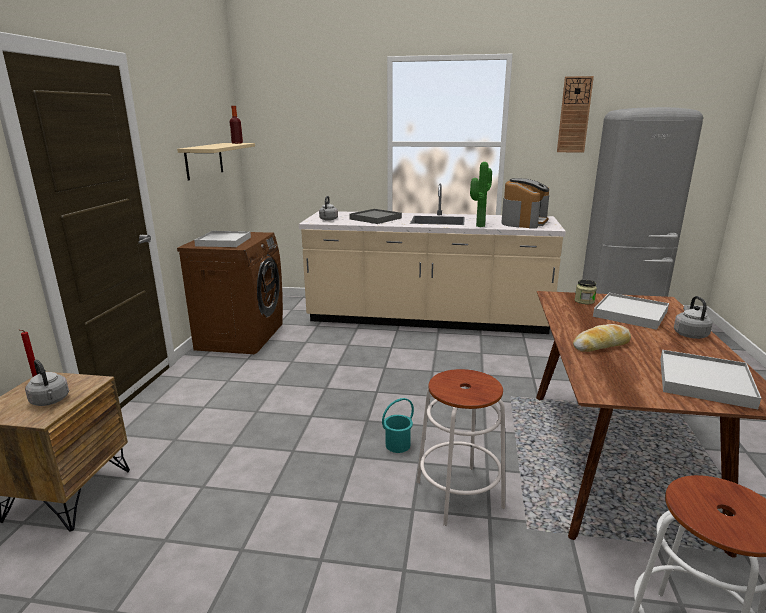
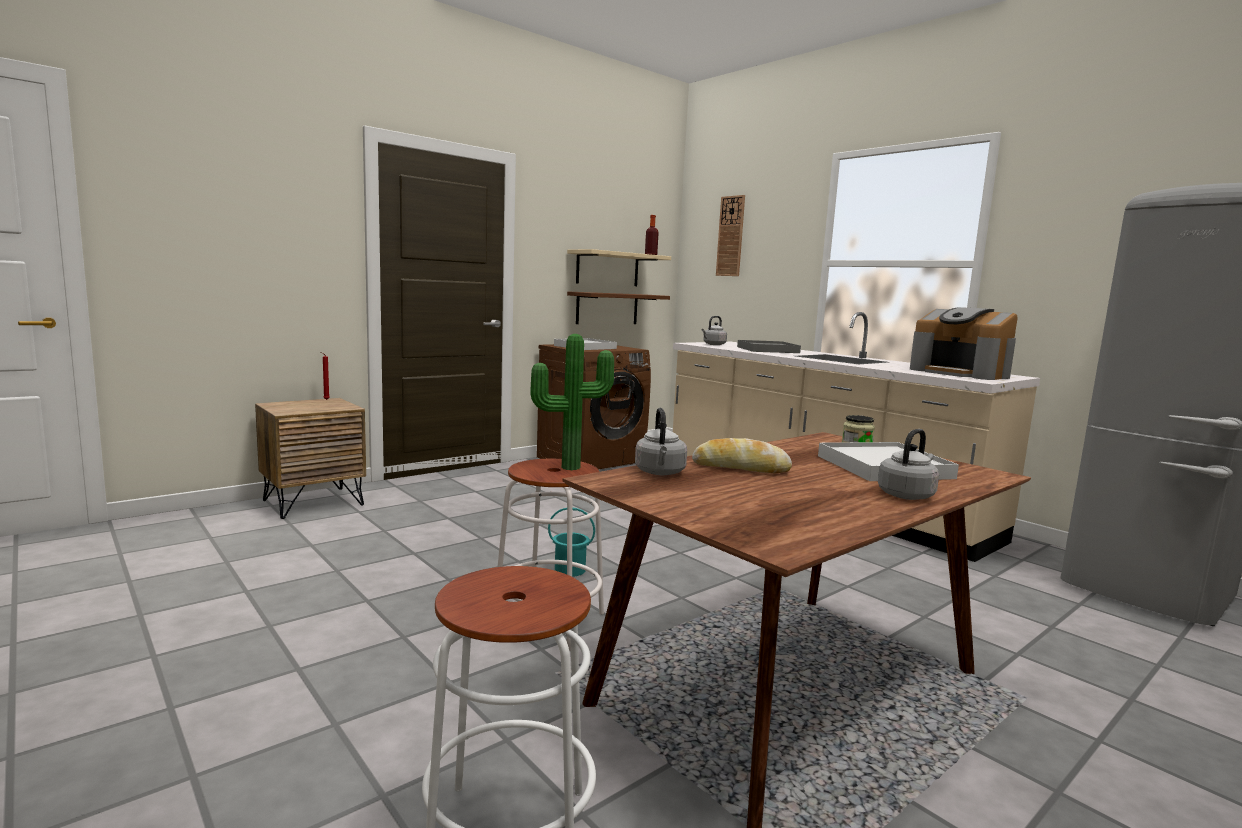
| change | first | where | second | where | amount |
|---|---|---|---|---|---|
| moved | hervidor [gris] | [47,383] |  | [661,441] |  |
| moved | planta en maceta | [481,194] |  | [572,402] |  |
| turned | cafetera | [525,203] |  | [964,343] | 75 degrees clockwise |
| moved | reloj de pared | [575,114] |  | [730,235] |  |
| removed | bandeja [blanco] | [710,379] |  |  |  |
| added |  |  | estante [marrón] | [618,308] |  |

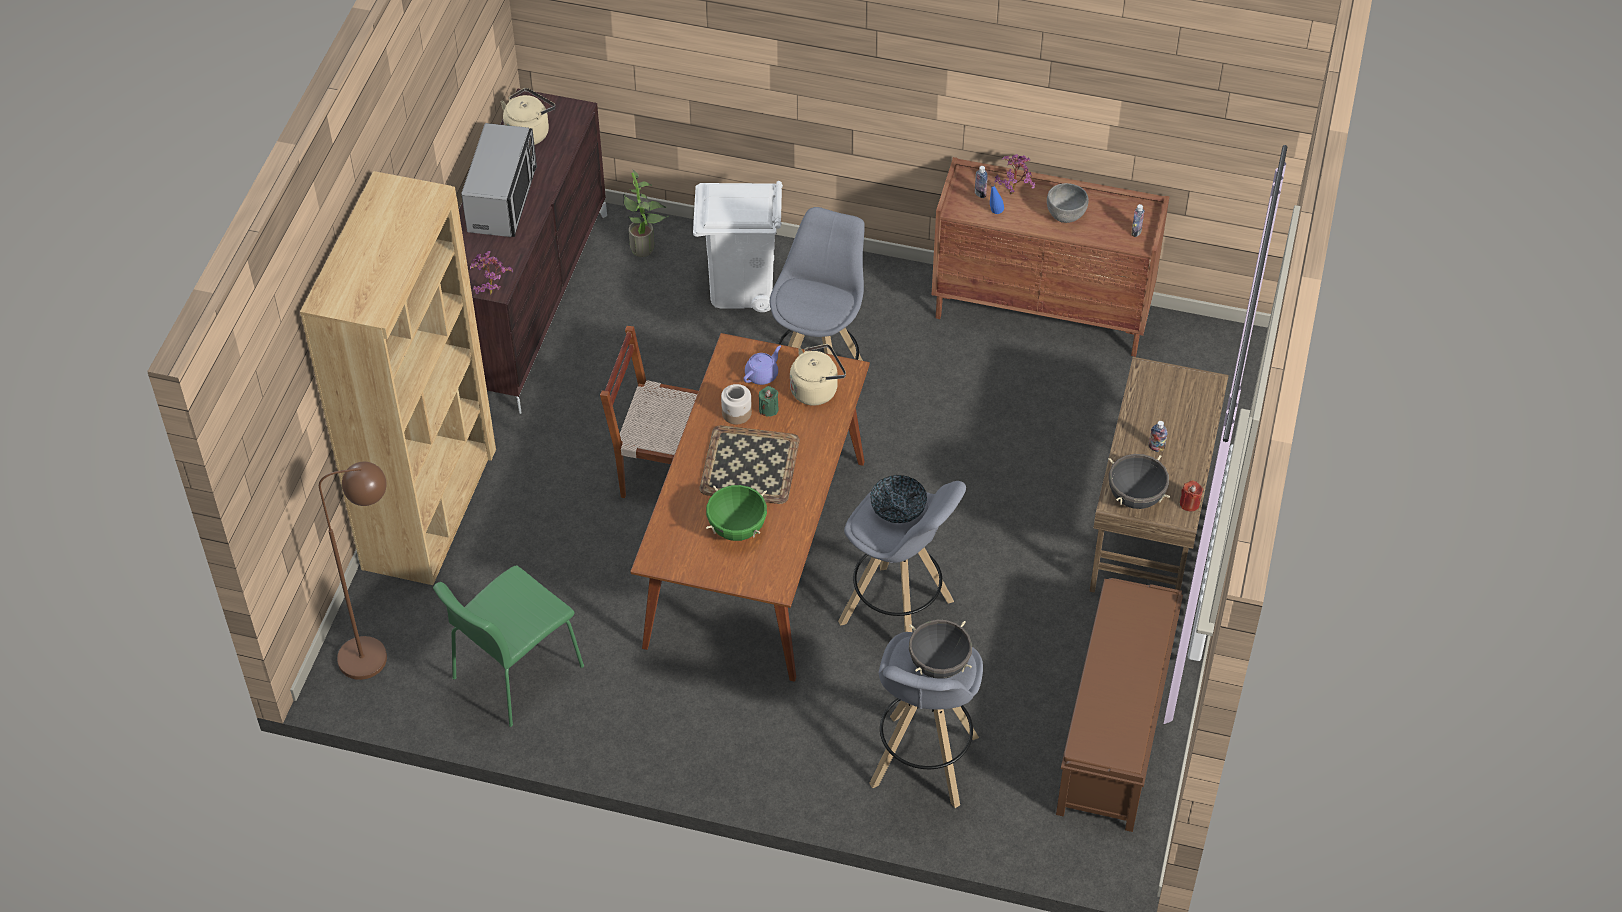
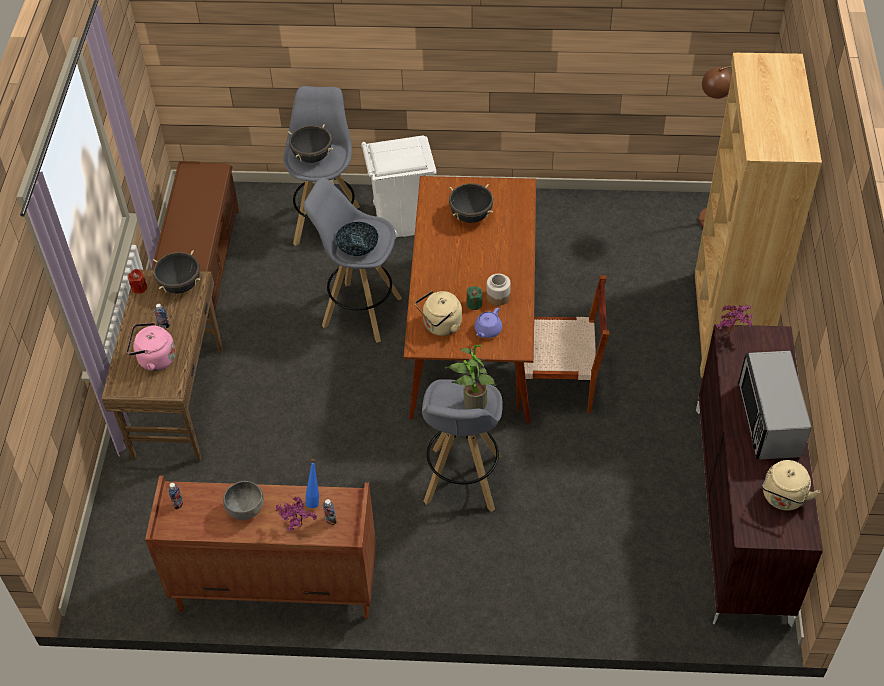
| change | first | where | second | where | amount |
|---|---|---|---|---|---|
| removed | silla [verde] | [508,646] |  |  |  |
| moved | planta en maceta | [646,213] |  | [470,377] |  |
| moved | papelera [blanco] | [738,246] |  | [398,187] |  |
| removed | bandeja | [749,464] |  |  |  |
| recoloured | olla [verde] | [736,513] | olla [negro] | [471,203] |  |
| added |  |  | hervidor [rosa] | [151,347] |  |

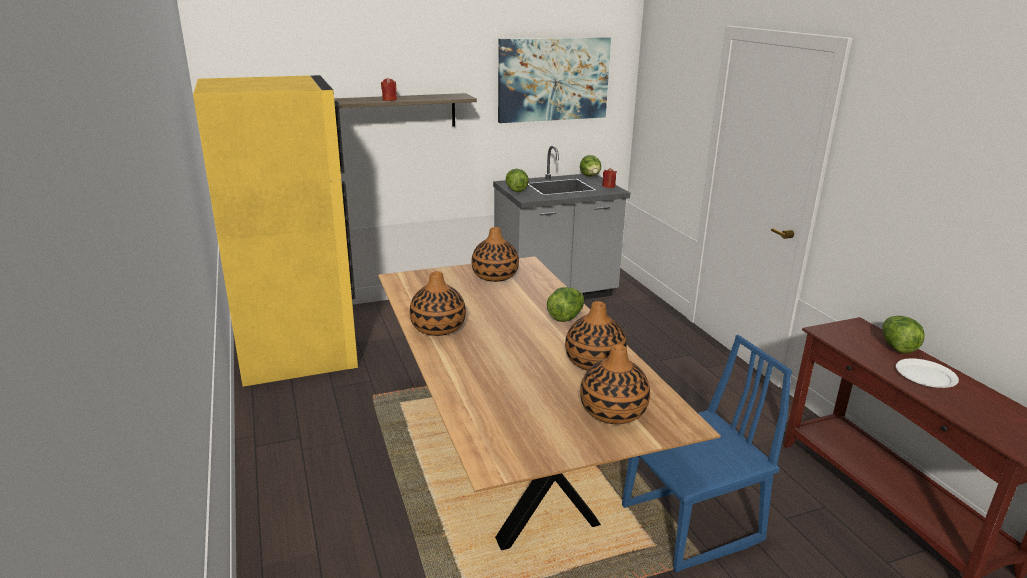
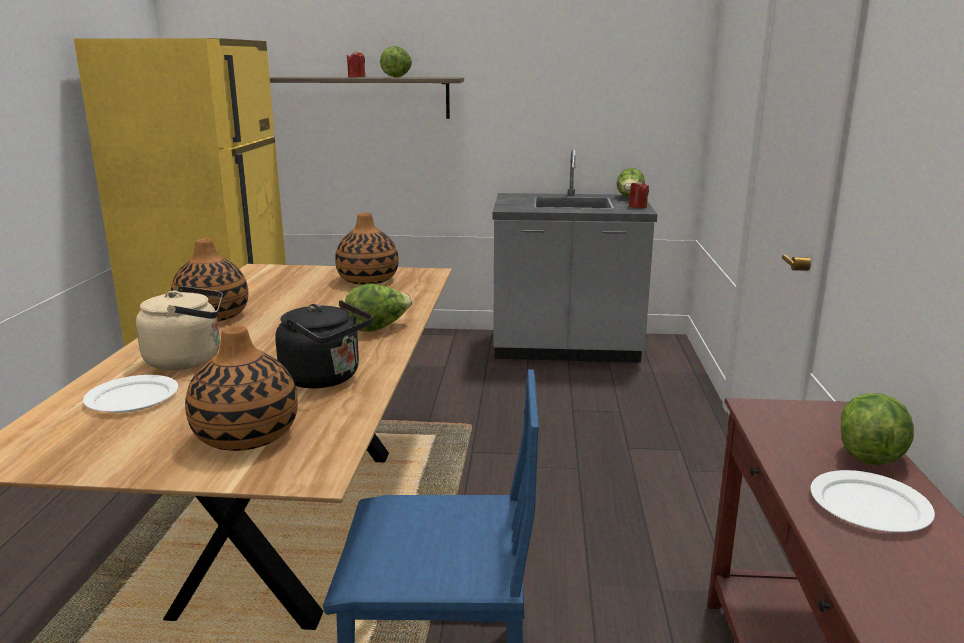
| change | first | where | second | where | amount |
|---|---|---|---|---|---|
| removed | cuadro | [554,80] |  |  |  |
| moved | lechuga | [517,180] |  | [396,61] |  |
| replaced | florero | [596,335] | hervidor [negro] | [324,344] |  |
| added |  |  | plato [blanco] | [130,394] |  |
| added |  |  | hervidor [beis] | [179,328] |  |

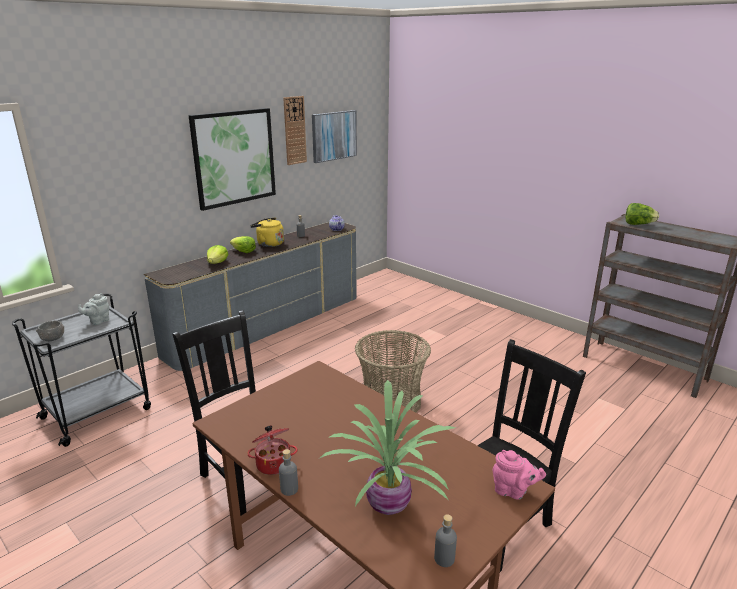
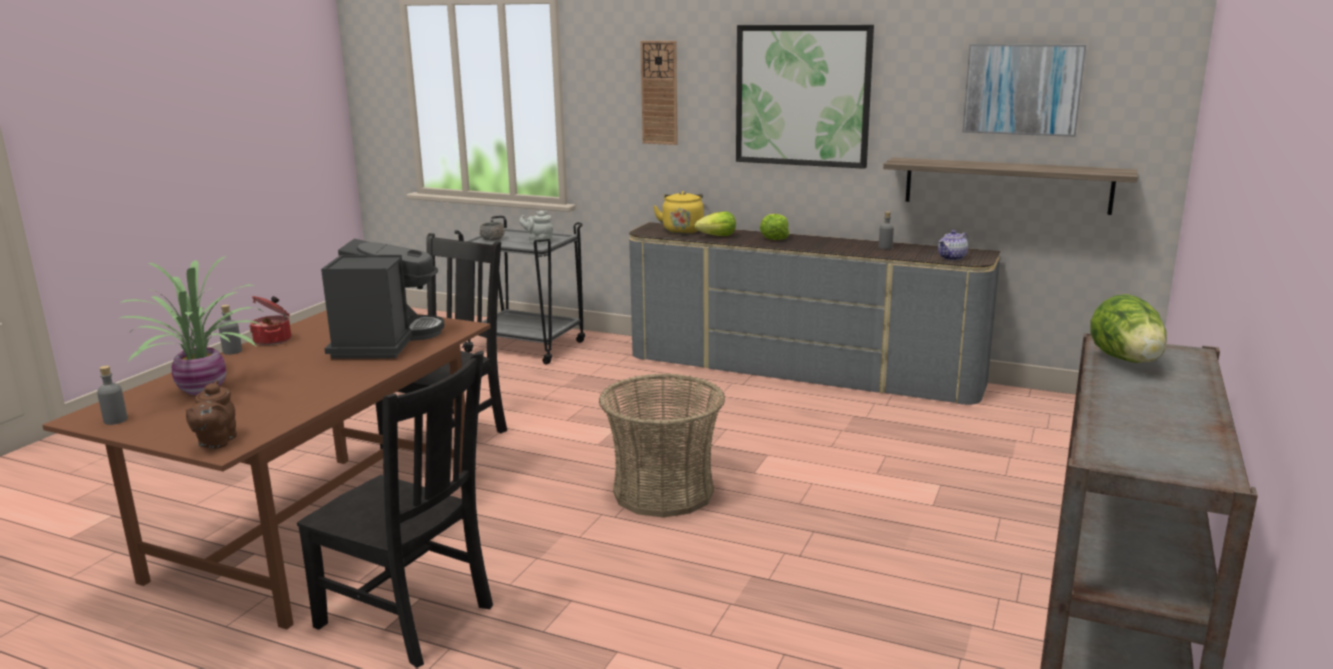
| change | first | where | second | where | amount |
|---|---|---|---|---|---|
| moved | hervidor [amarillo] | [267,232] |  | [678,212] |  |
| moved | reloj de pared | [295,130] |  | [659,93] |  |
| recoloured | tetera [rosa] | [519,475] | tetera [marrón] | [211,415] |  |
| added |  |  | cafetera | [382,299] |  |
| added |  |  | estante | [1010,186] |  |

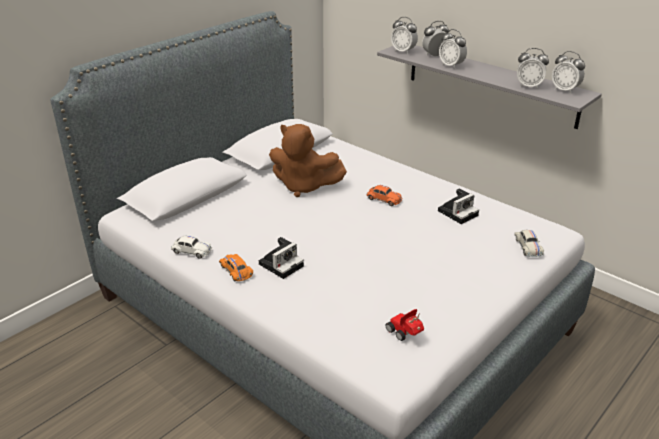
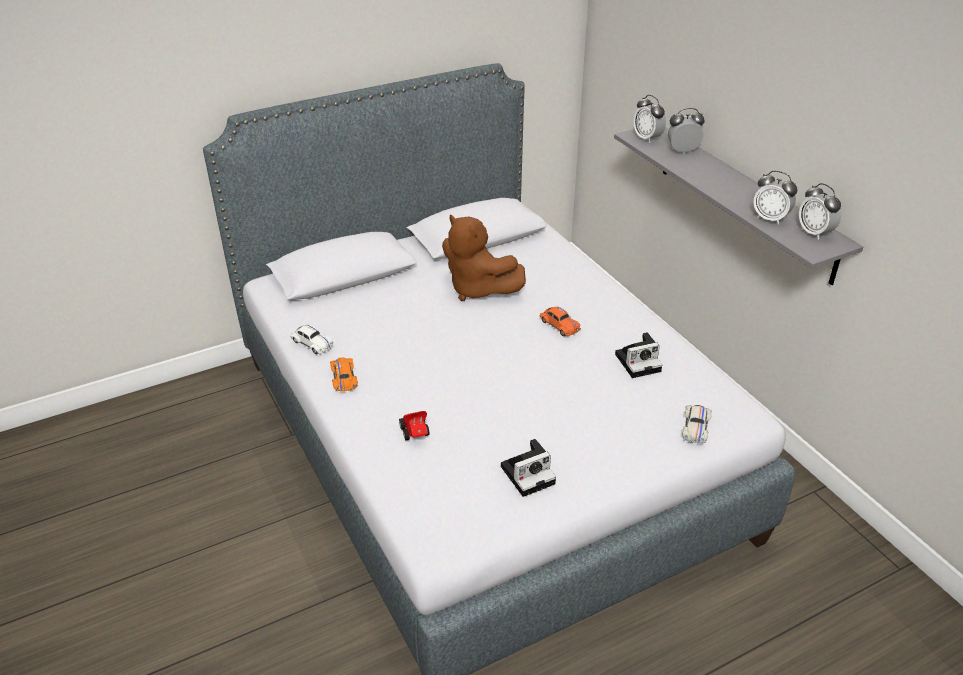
| change | first | where | second | where | amount |
|---|---|---|---|---|---|
| moved | cámara | [281,258] |  | [528,468] |  |
| moved | coche de juguete | [404,325] |  | [414,425] |  |
| removed | despertador | [453,49] |  |  |  |

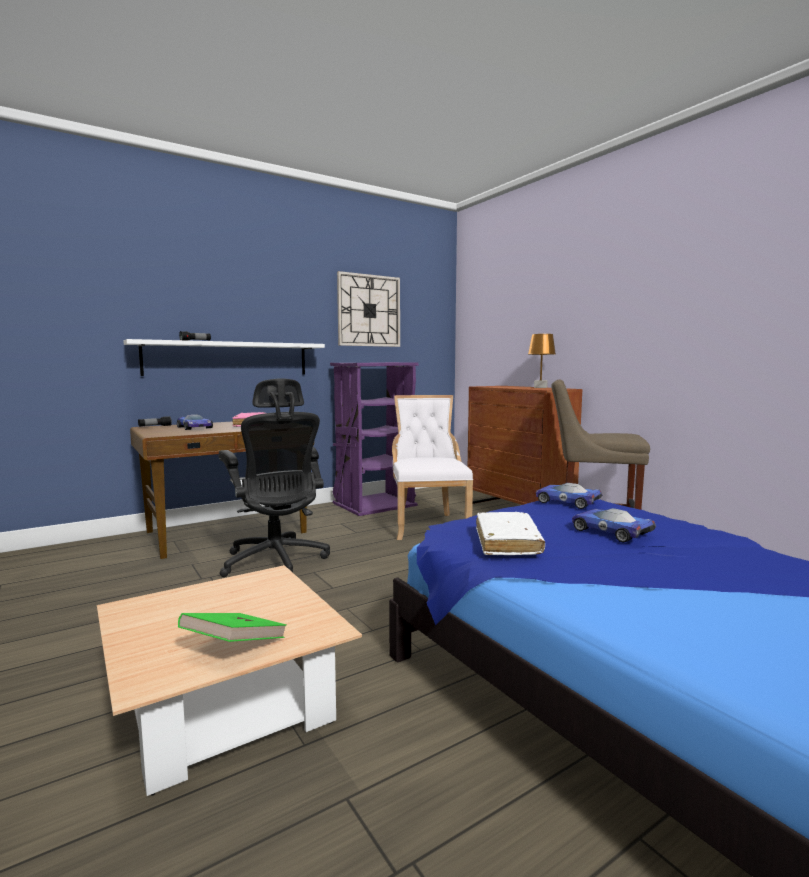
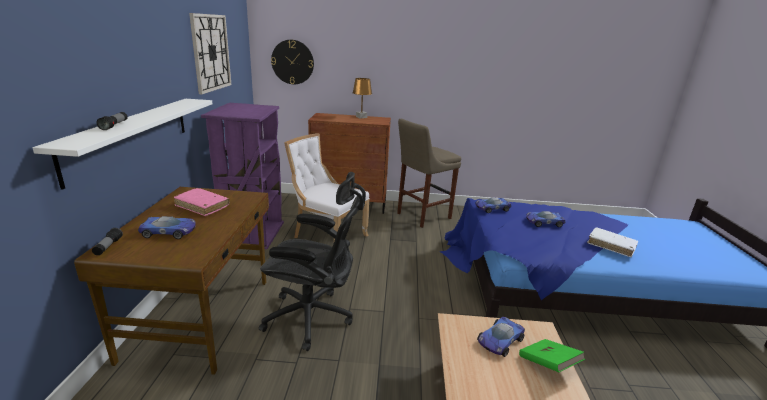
| change | first | where | second | where | amount |
|---|---|---|---|---|---|
| moved | libro [blanco] | [510,533] |  | [612,242] |  |
| added |  |  | reloj de pared | [292,62] |  |
| added |  |  | coche de juguete | [501,337] |  |

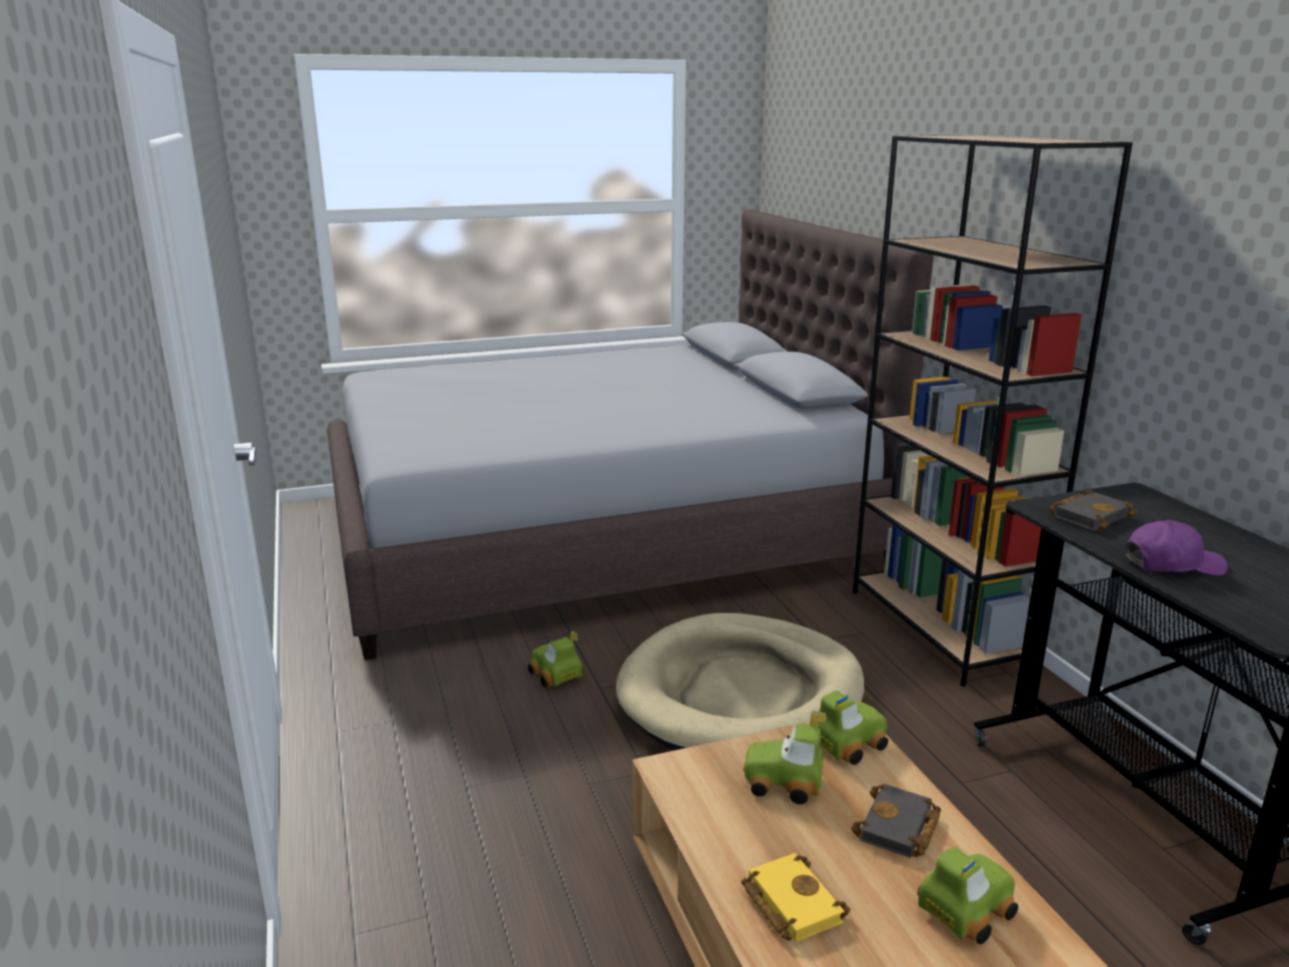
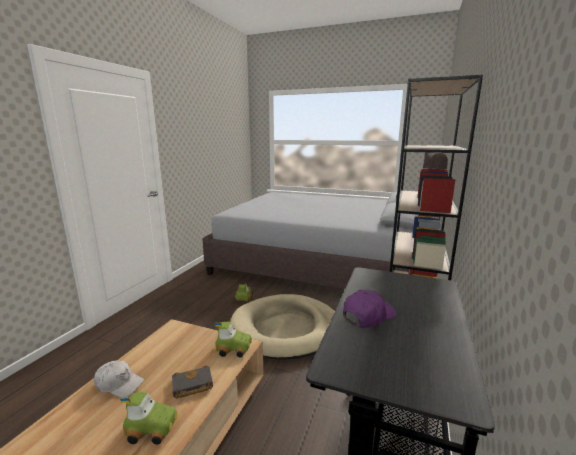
| change | first | where | second | where | amount |
|---|---|---|---|---|---|
| replaced | libro [amarillo] | [795,897] | gorra [blanco] | [119,379] |  |
| removed | coche de juguete | [784,757] |  |  |  |
| removed | libro [negro] | [1093,510] |  |  |  |
| turned | gorra [morado] | [1177,548] |  | [369,308] | 75 degrees counterclockwise |

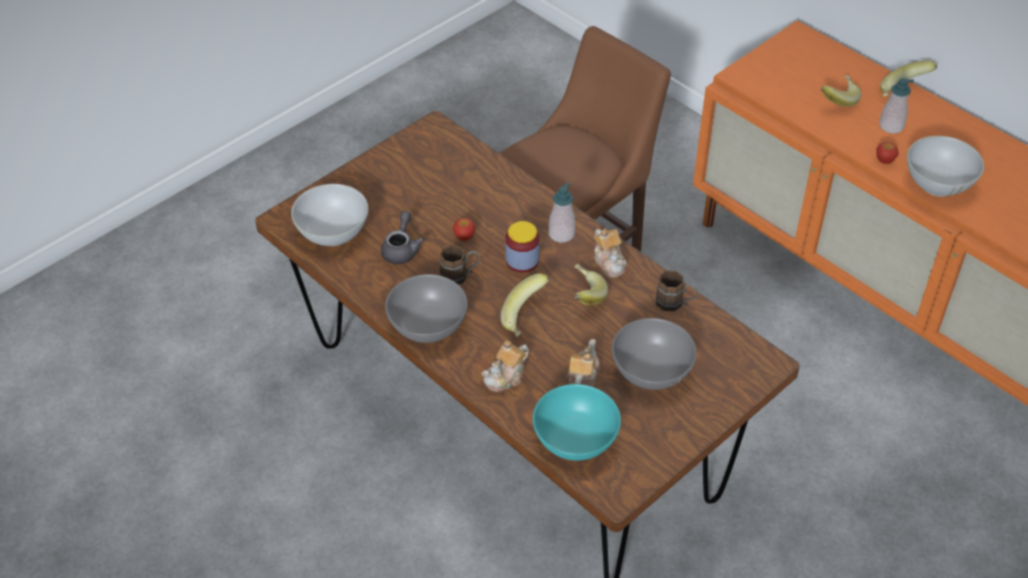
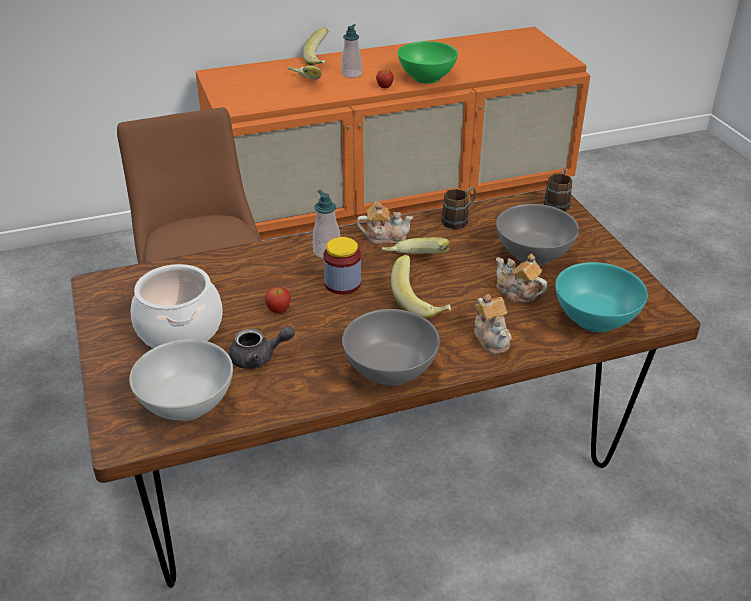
| change | first | where | second | where | amount |
|---|---|---|---|---|---|
| turned | tetera [gris] | [402,237] |  | [262,347] | 135 degrees clockwise |
| moved | taza grande [marrón] | [459,265] |  | [558,190] |  |
| recoloured | cuenco [blanco] | [945,166] | cuenco [verde] | [428,62] |  |
| added |  |  | olla | [176,306] |  |

